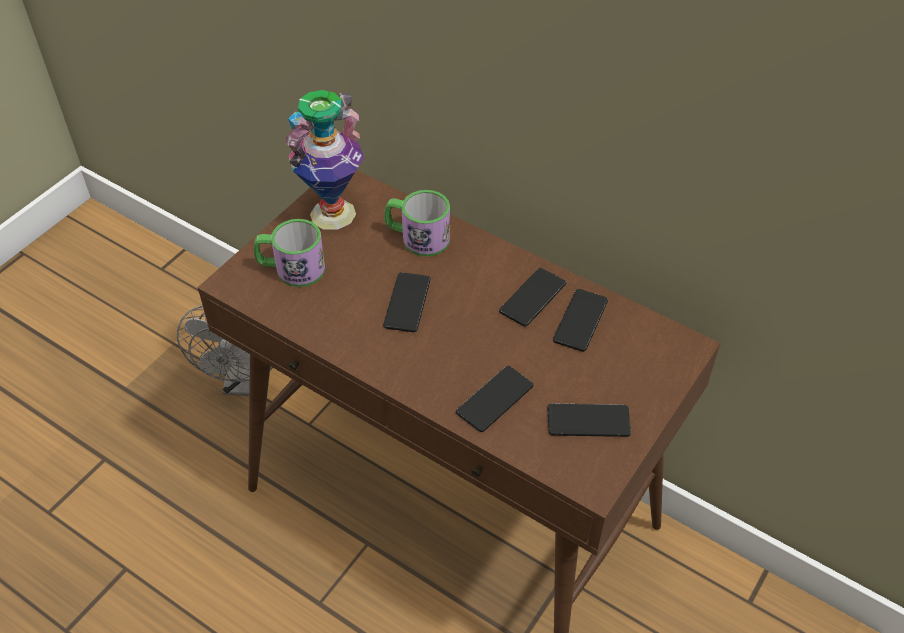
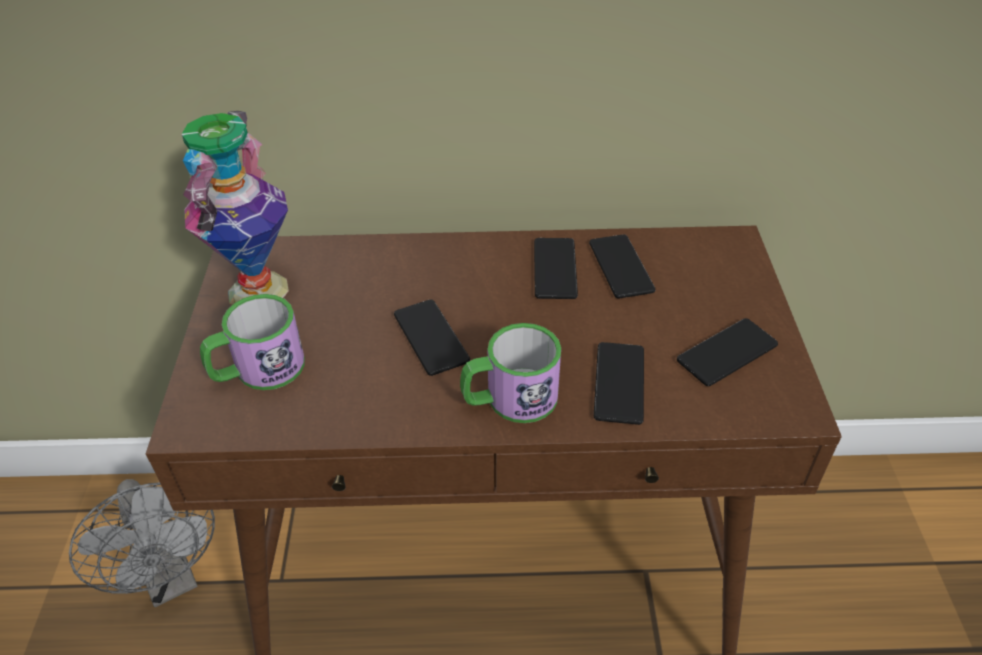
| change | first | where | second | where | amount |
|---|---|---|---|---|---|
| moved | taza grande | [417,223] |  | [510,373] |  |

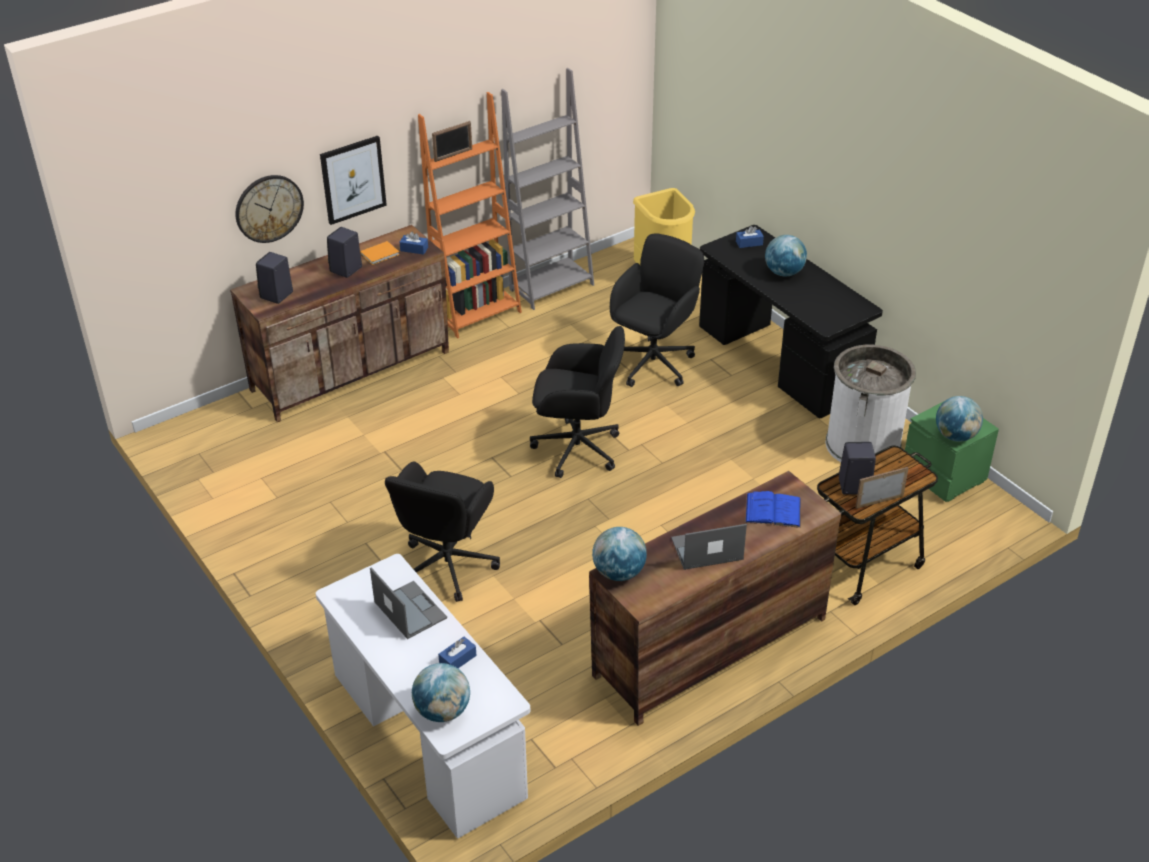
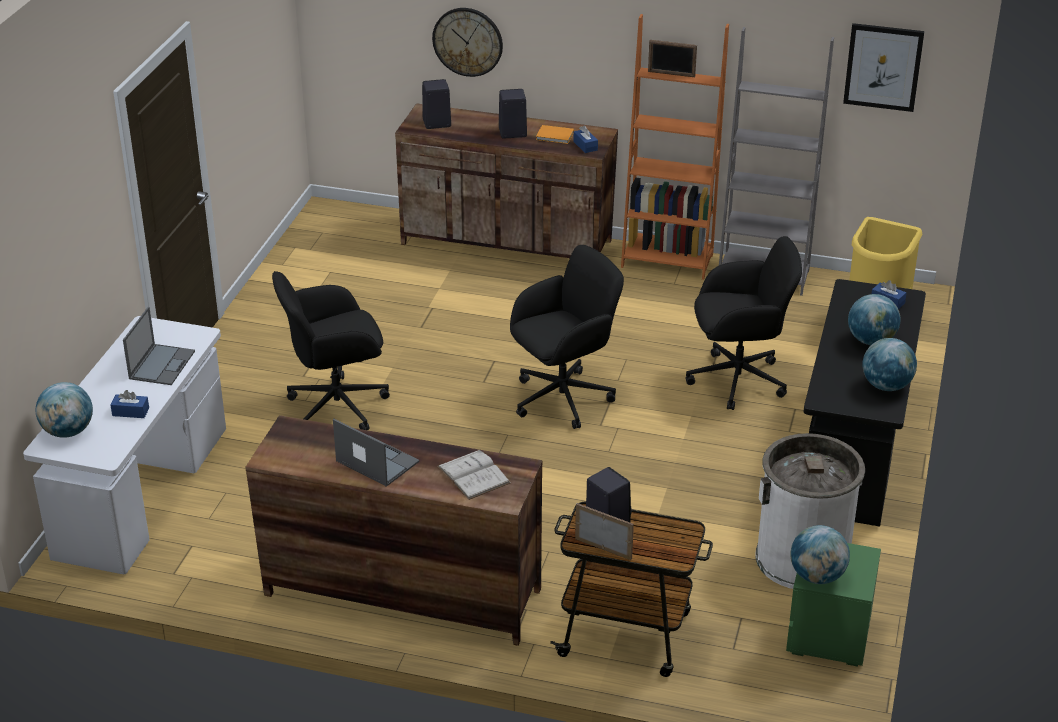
| change | first | where | second | where | amount |
|---|---|---|---|---|---|
| moved | cuadro | [353,180] |  | [884,67] |  |
| turned | silla de oficina [negro] | [577,402] |  | [567,337] | 90 degrees counterclockwise |
| moved | globo terráqueo | [619,554] |  | [889,364] |  |
| recoloured | libro [azul] | [773,509] | libro [blanco] | [473,475] |  |

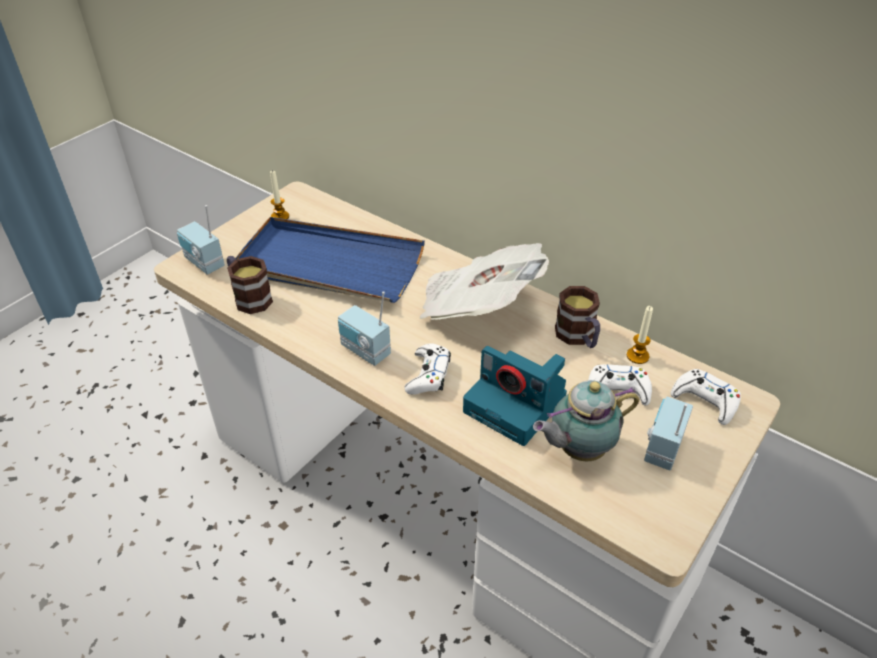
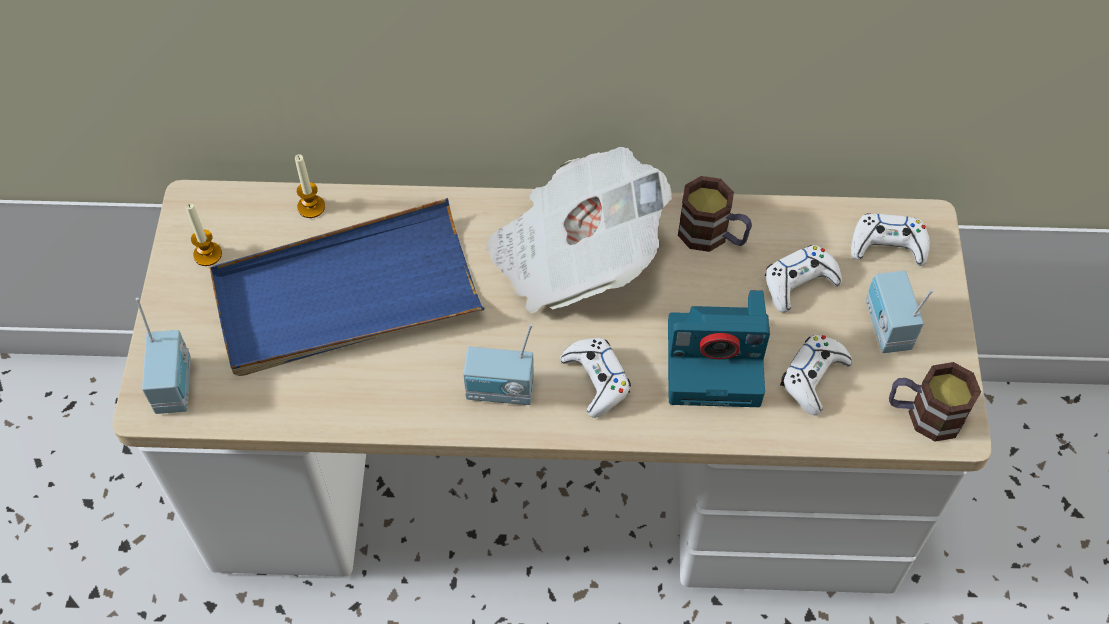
| change | first | where | second | where | amount |
|---|---|---|---|---|---|
| turned | radio | [201,240] |  | [163,355] | 105 degrees counterclockwise |
| moved | taza grande | [250,285] |  | [935,402] |  |
| replaced | tetera | [586,420] | mando de consola [blanco] | [816,375] |  |
| moved | vela | [640,335] |  | [310,186] |  |

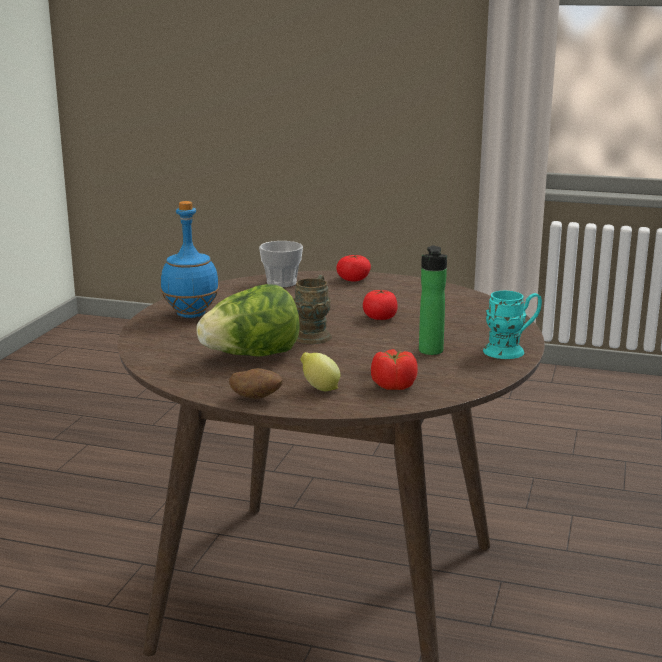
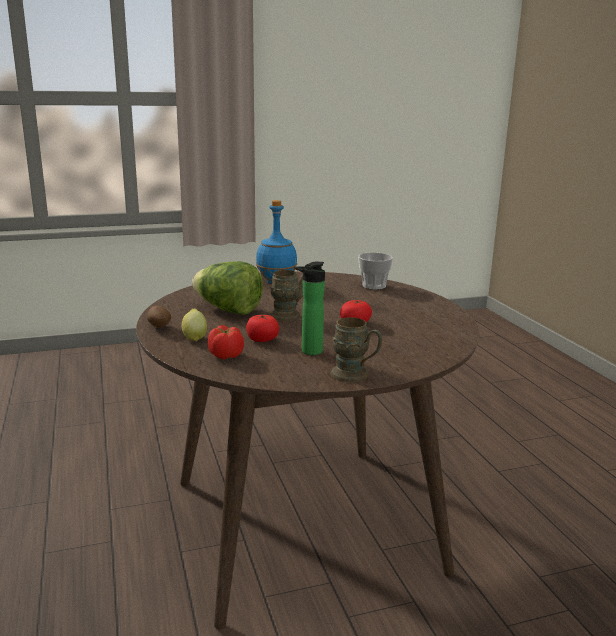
| change | first | where | second | where | amount |
|---|---|---|---|---|---|
| moved | tomate | [353,268] |  | [262,328] |  |
| recoloured | taza grande [turquesa] | [512,325] | taza grande [marrón] | [356,349] |  |

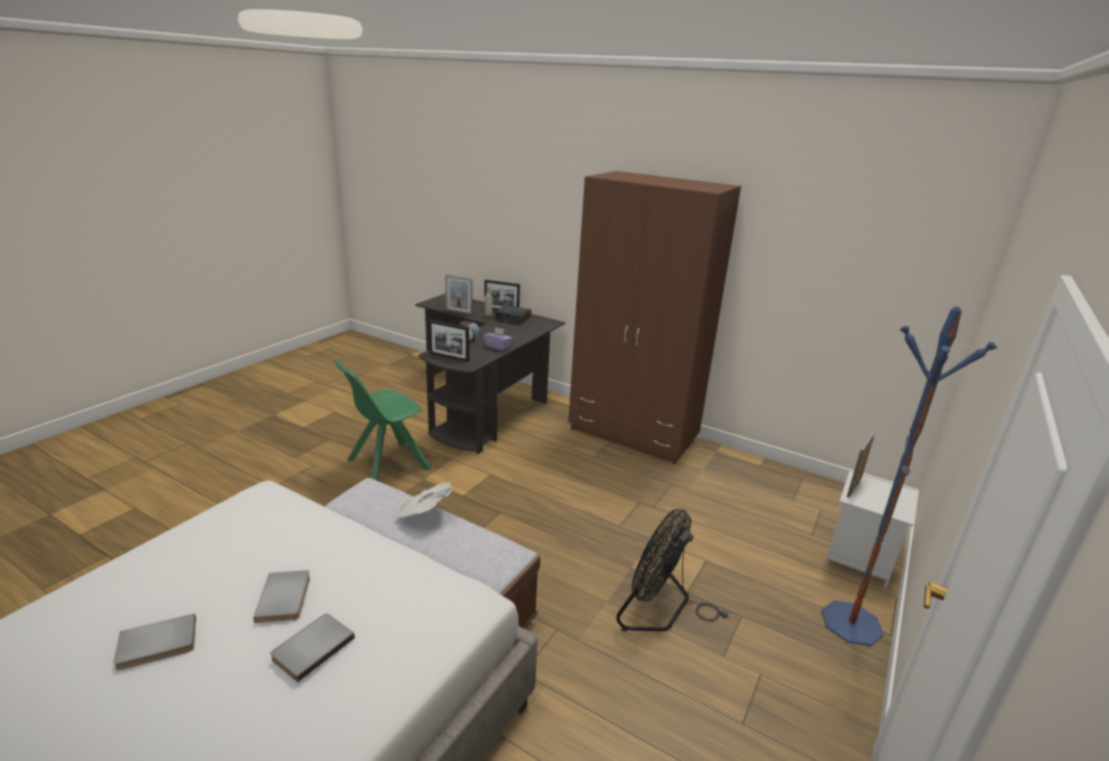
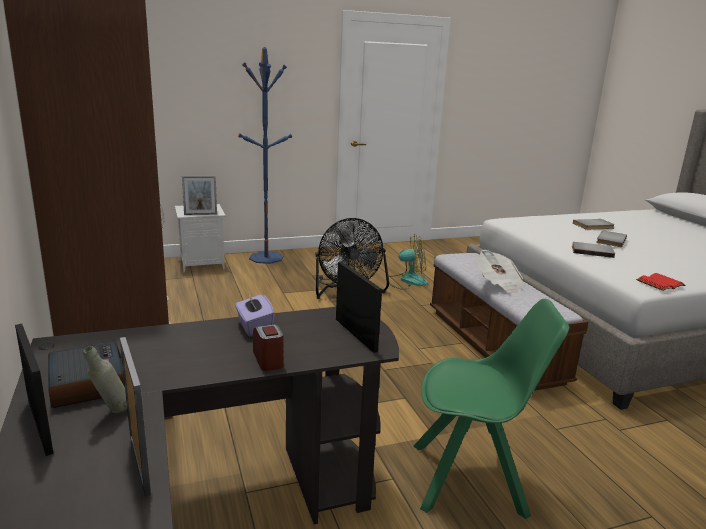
| change | first | where | second | where | amount |
|---|---|---|---|---|---|
| moved | libro [gris] | [154,641] |  | [593,250] |  |
| added |  |  | ventilador | [407,262] |  |
| added |  |  | libro [rojo] | [660,282] |  |

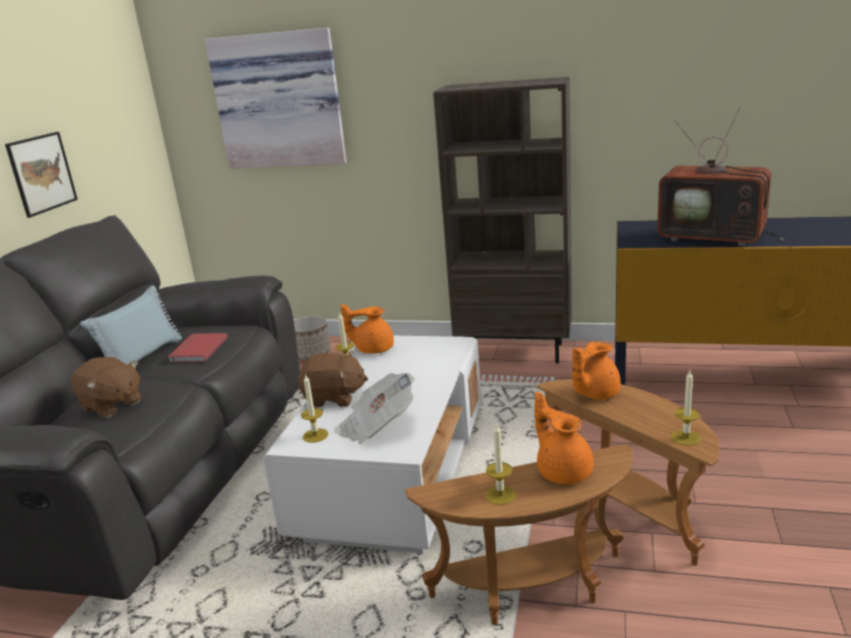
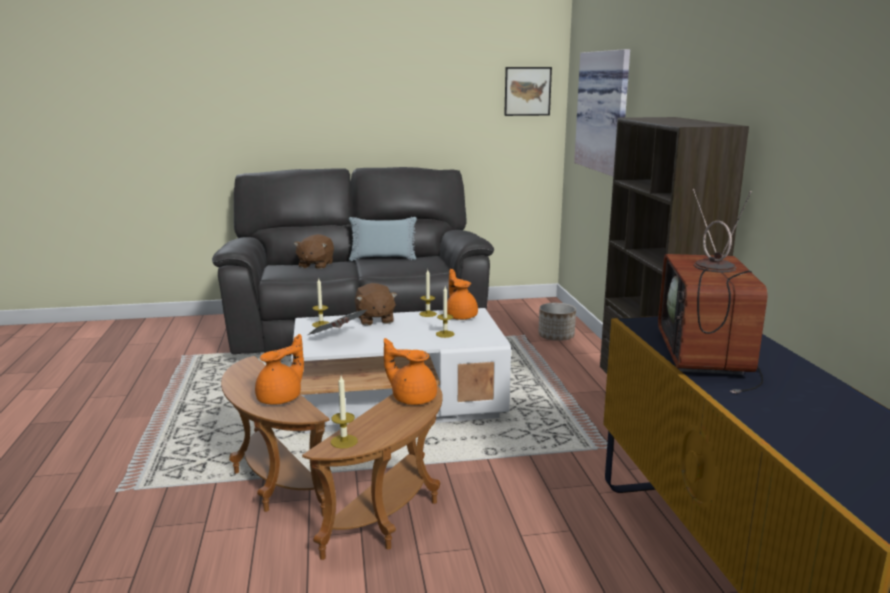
| change | first | where | second | where | amount |
|---|---|---|---|---|---|
| moved | cuadro | [41,175] |  | [528,91] |  |
| removed | libro [rojo] | [198,347] |  |  |  |
| moved | vela | [500,464] |  | [445,312] |  |

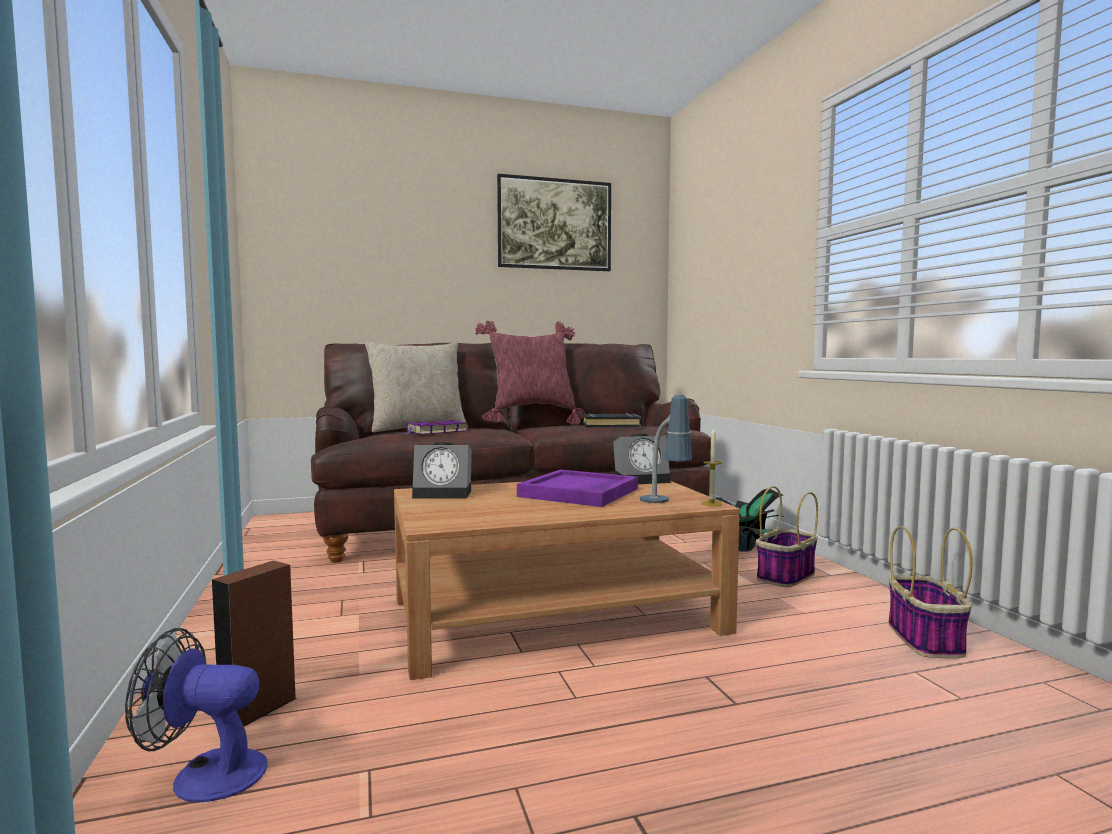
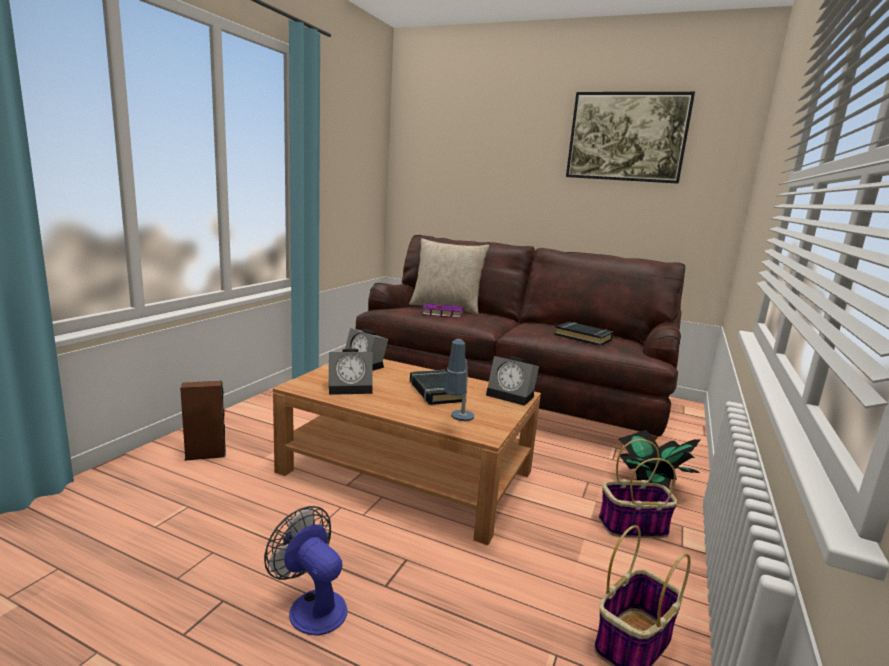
| change | first | where | second | where | amount |
|---|---|---|---|---|---|
| moved | ventilador | [196,715] |  | [306,570] |  |
| removed | cojín [rojo] | [530,373] |  |  |  |
| replaced | bandeja [morado] | [577,488] | libro [negro] | [436,387] |  |
| removed | vela | [711,466] |  |  |  |
| added |  |  | despertador | [351,372] |  |

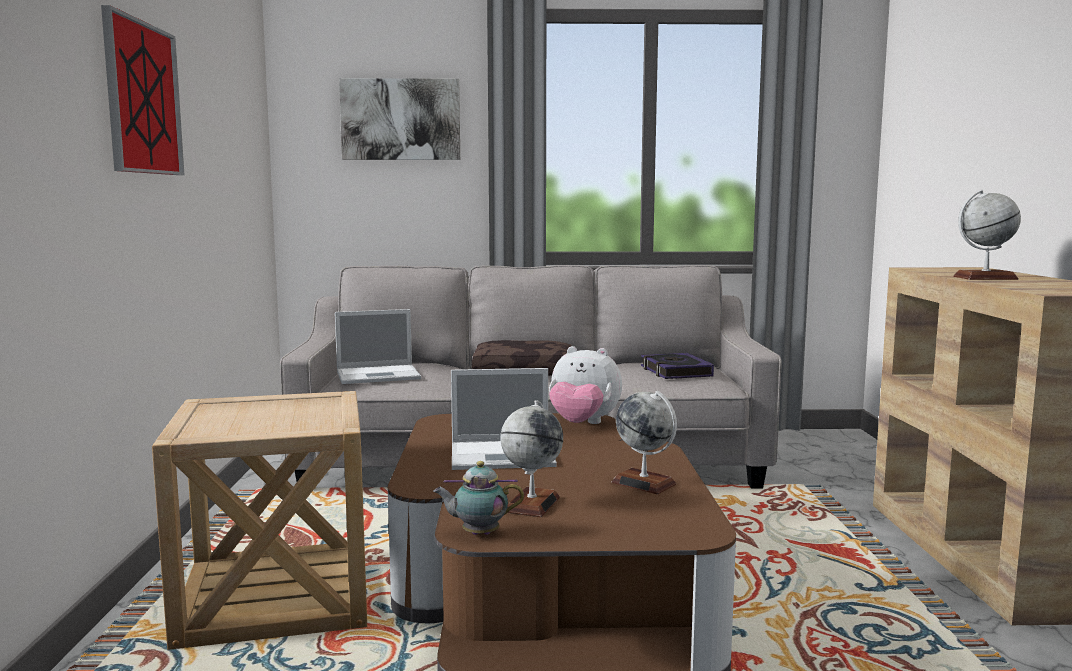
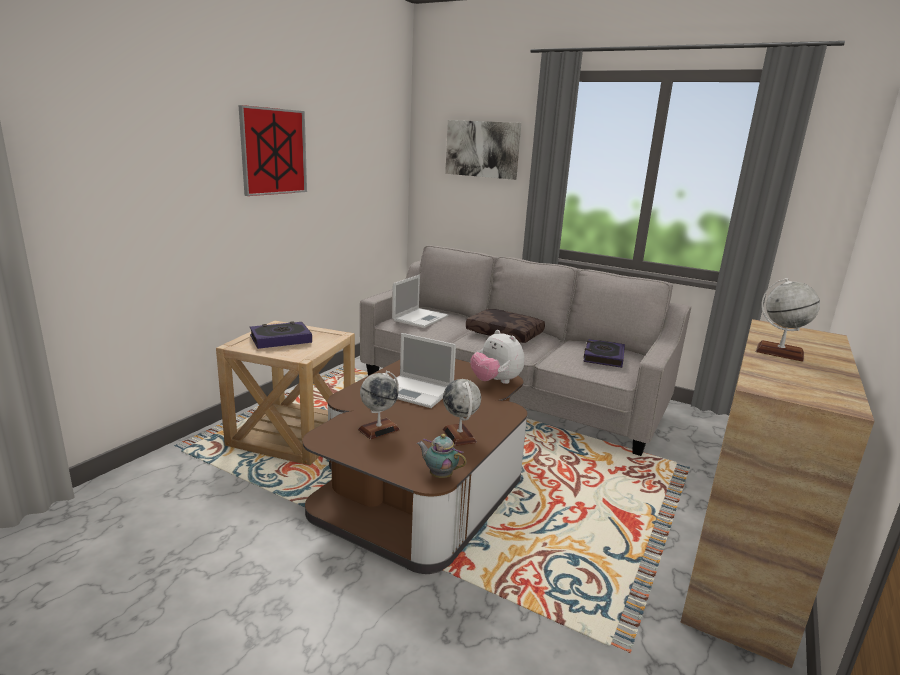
| change | first | where | second | where | amount |
|---|---|---|---|---|---|
| turned | portátil | [378,346] |  | [420,301] | 75 degrees counterclockwise |
| moved | tetera | [478,498] |  | [441,456] |  |
| added |  |  | libro | [281,335] |  |

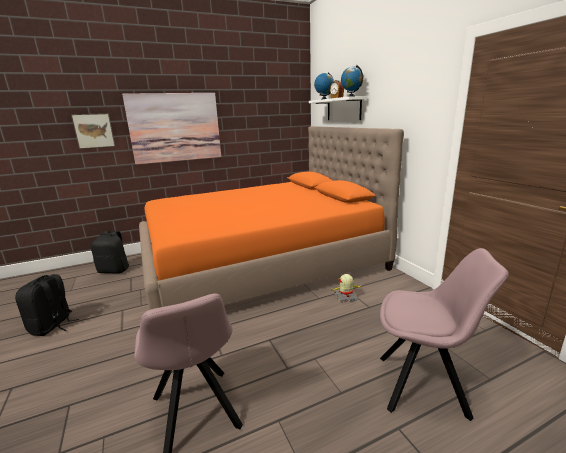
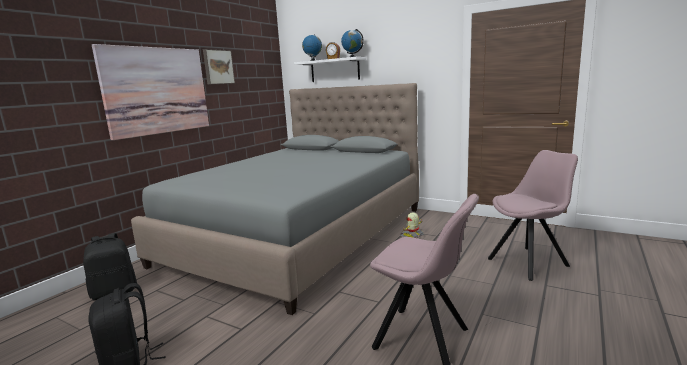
| change | first | where | second | where | amount |
|---|---|---|---|---|---|
| moved | cuadro | [93,131] |  | [219,66] |  |
| recoloured | cama [naranja] | [271,218] | cama [gris] | [275,199] |  |

